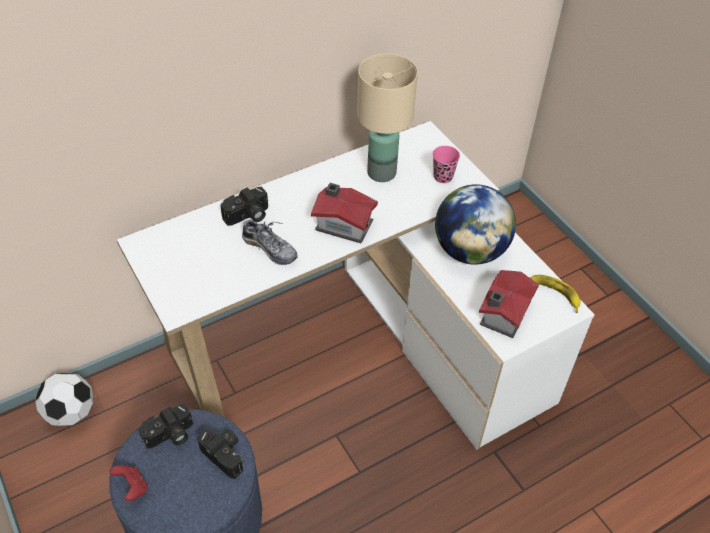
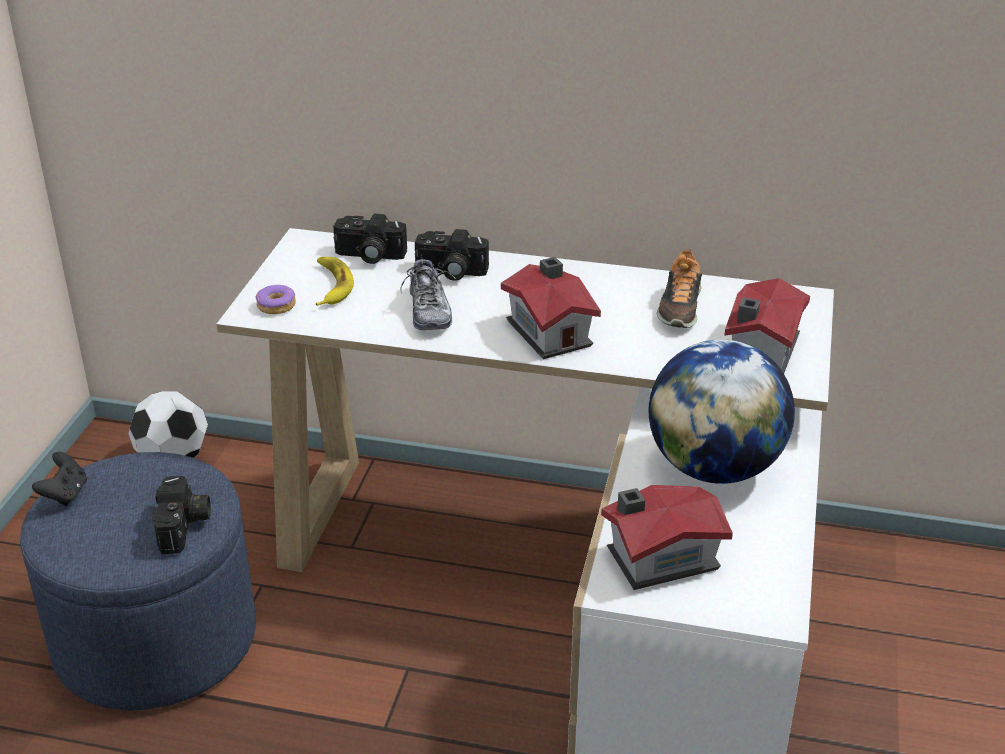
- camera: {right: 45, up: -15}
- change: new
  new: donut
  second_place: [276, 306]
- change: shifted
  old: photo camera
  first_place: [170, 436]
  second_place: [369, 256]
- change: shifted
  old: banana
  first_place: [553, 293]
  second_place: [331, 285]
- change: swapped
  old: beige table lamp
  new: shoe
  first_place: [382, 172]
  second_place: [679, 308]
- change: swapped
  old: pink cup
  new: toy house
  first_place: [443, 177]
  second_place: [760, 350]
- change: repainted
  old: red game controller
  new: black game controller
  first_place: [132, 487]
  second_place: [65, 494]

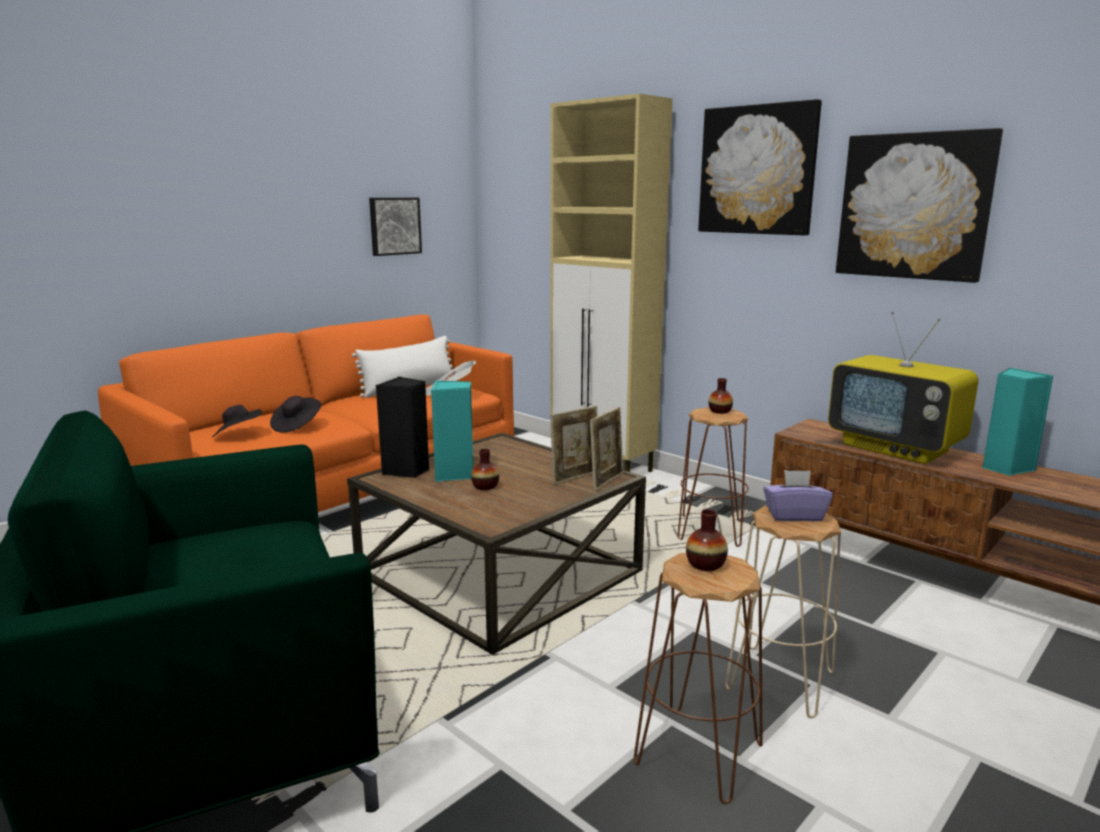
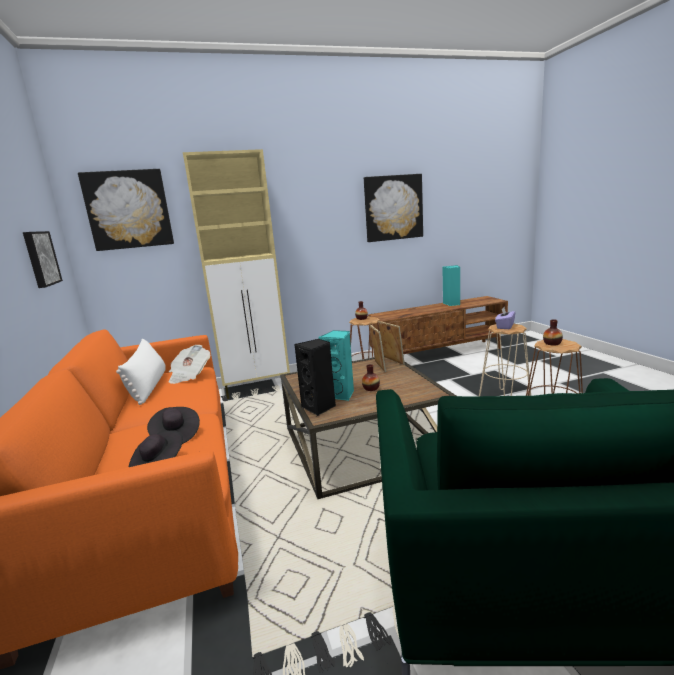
- camera: {right: -60, up: 0}
- change: gone
  old: television
  first_place: [896, 448]
- change: shifted
  old: picture
  first_place: [757, 170]
  second_place: [128, 210]

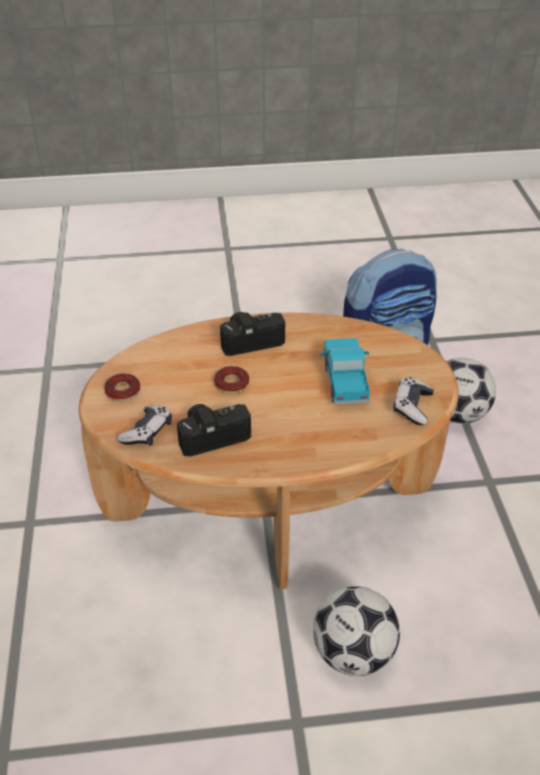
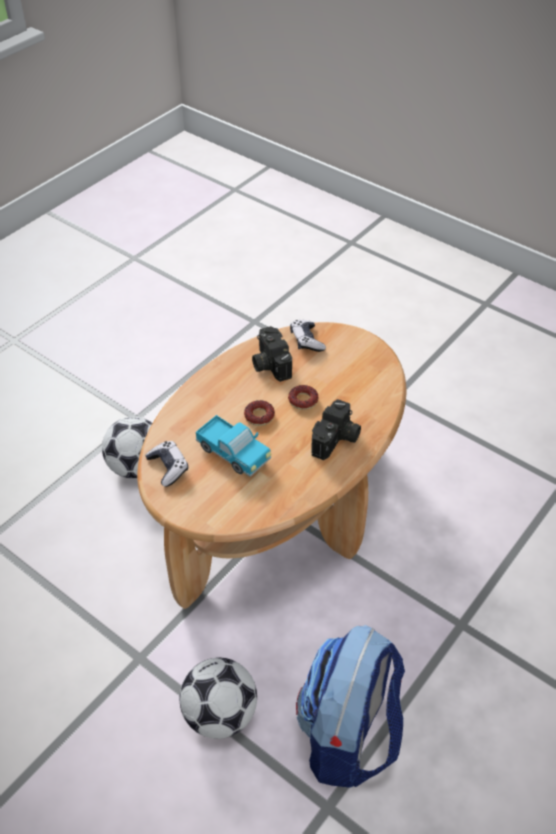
- camera: {right: 135, up: 5}
- change: shifted
  old: donut
  first_place: [123, 391]
  second_place: [259, 416]
- change: rotated
  old: photo camera
  first_place: [212, 435]
  second_place: [269, 363]
  degrees: 135

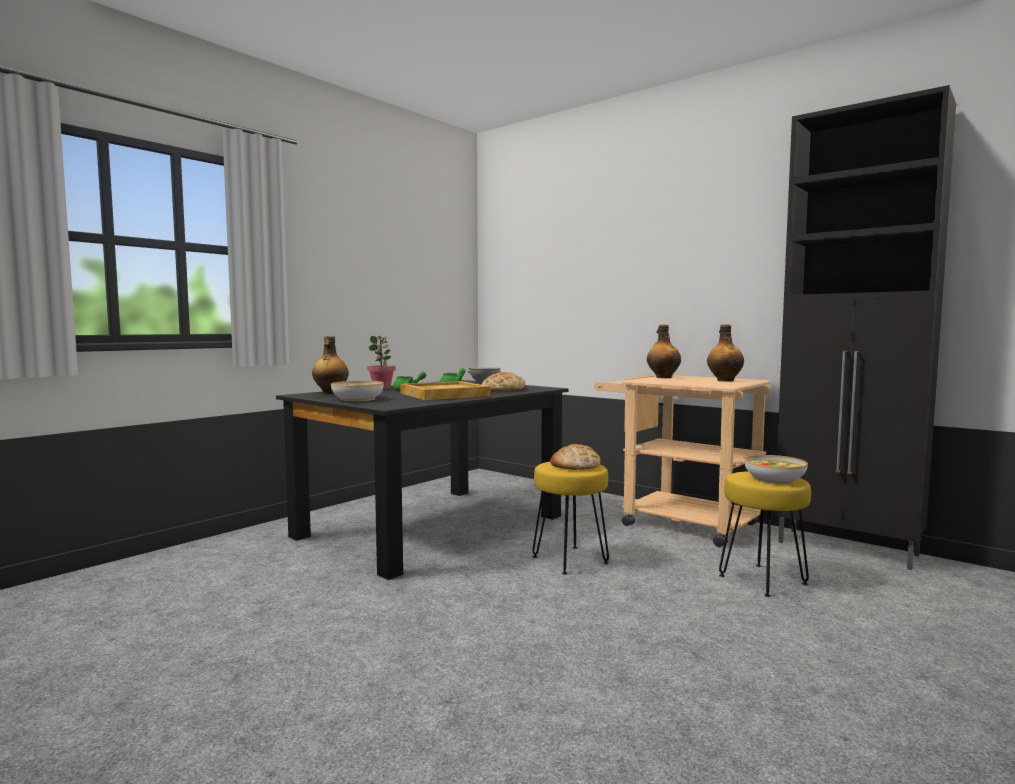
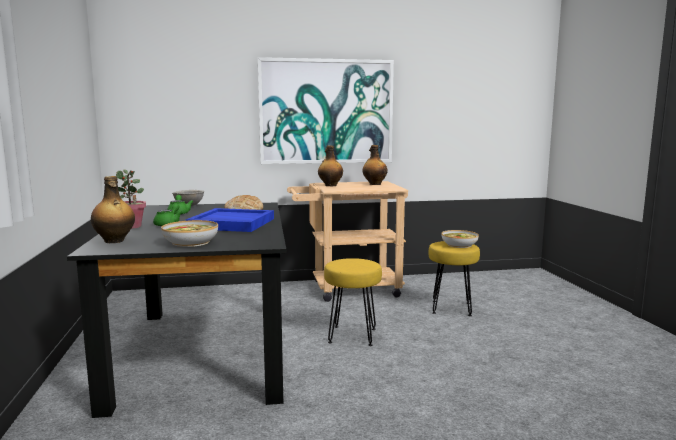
- camera: {right: -50, up: 5}
- change: gone
  old: bread
  first_place: [575, 465]
- change: gone
  old: black cabinet
  first_place: [848, 549]
- change: new
  new: picture
  second_place: [326, 112]
- change: repainted
  old: beige tray
  new: blue tray
  first_place: [443, 394]
  second_place: [231, 223]

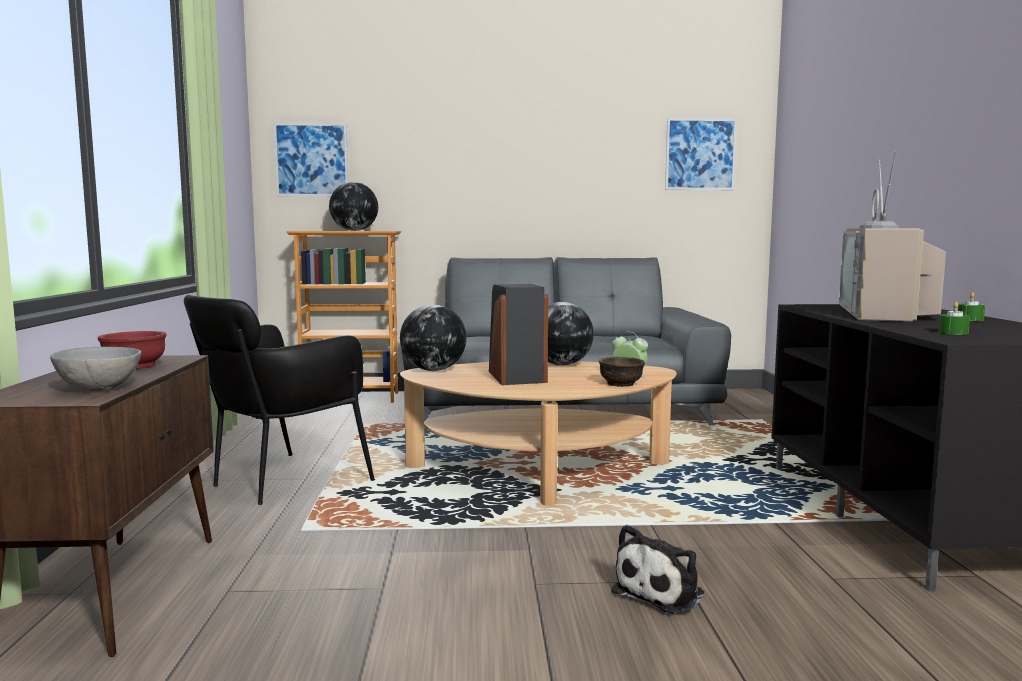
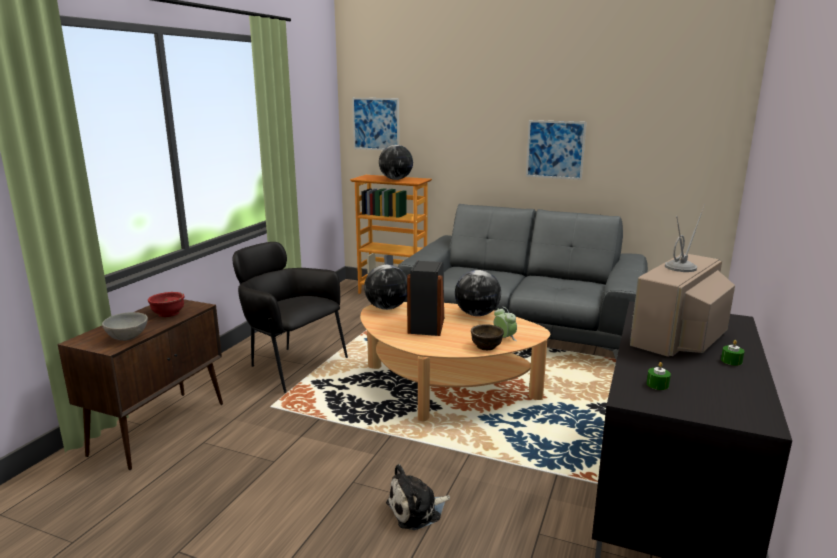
- camera: {right: 25, up: 10}
- change: shifted
  old: picture
  first_place: [700, 154]
  second_place: [555, 149]
- change: rotated
  old: black armchair
  first_place: [280, 482]
  second_place: [290, 364]
  degrees: 60

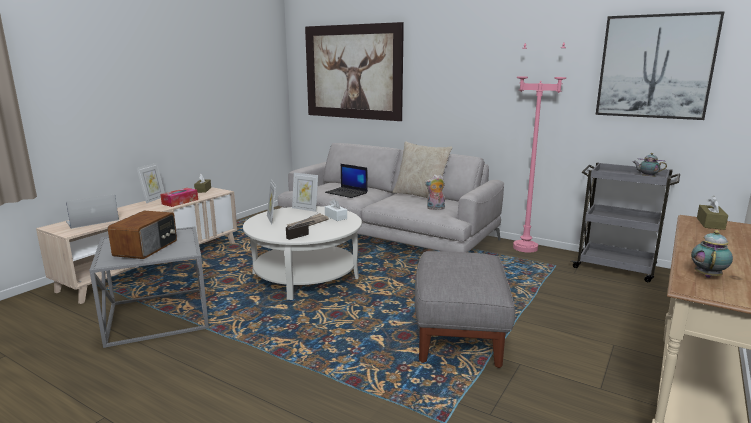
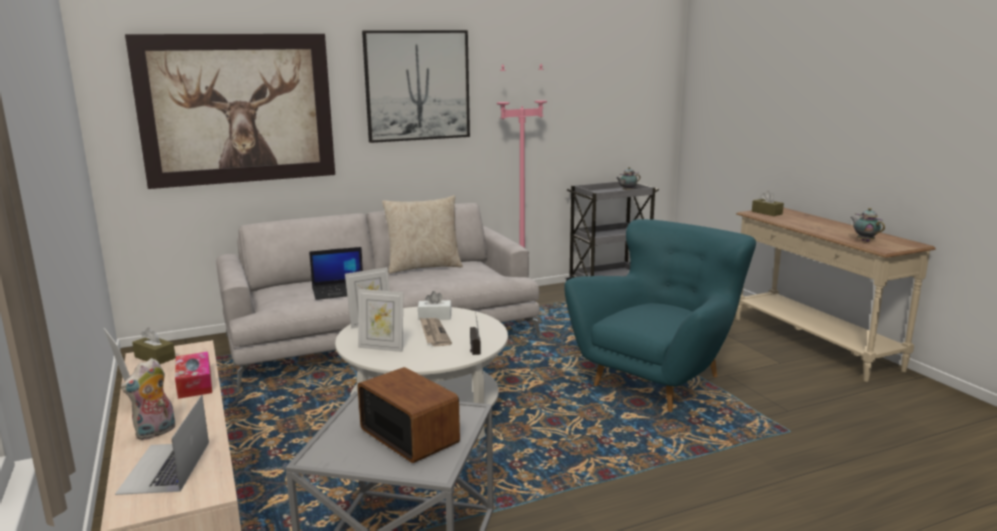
- camera: {right: -55, up: 0}
- change: shifted
  old: plush toy
  first_place: [435, 208]
  second_place: [156, 433]
- change: shifted
  old: picture
  first_place: [655, 67]
  second_place: [417, 85]
- change: swapped
  old: grey ottoman
  new: turquoise armchair
  first_place: [458, 335]
  second_place: [659, 380]

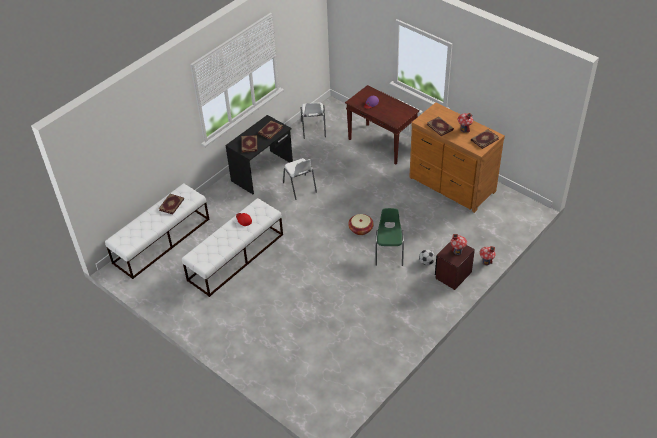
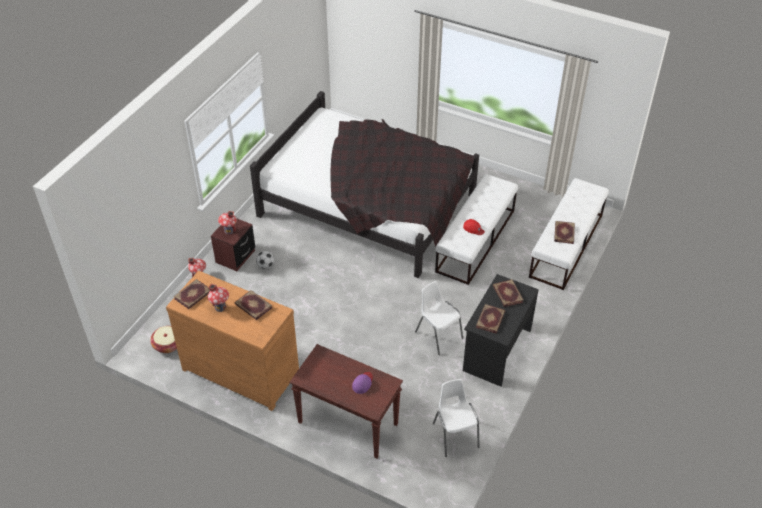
- camera: {right: 165, up: 0}
- change: gone
  old: green chair
  first_place: [389, 253]
- change: new
  new: black bed
  second_place: [369, 204]
- change: shifted
  old: basket
  first_place: [360, 229]
  second_place: [168, 345]

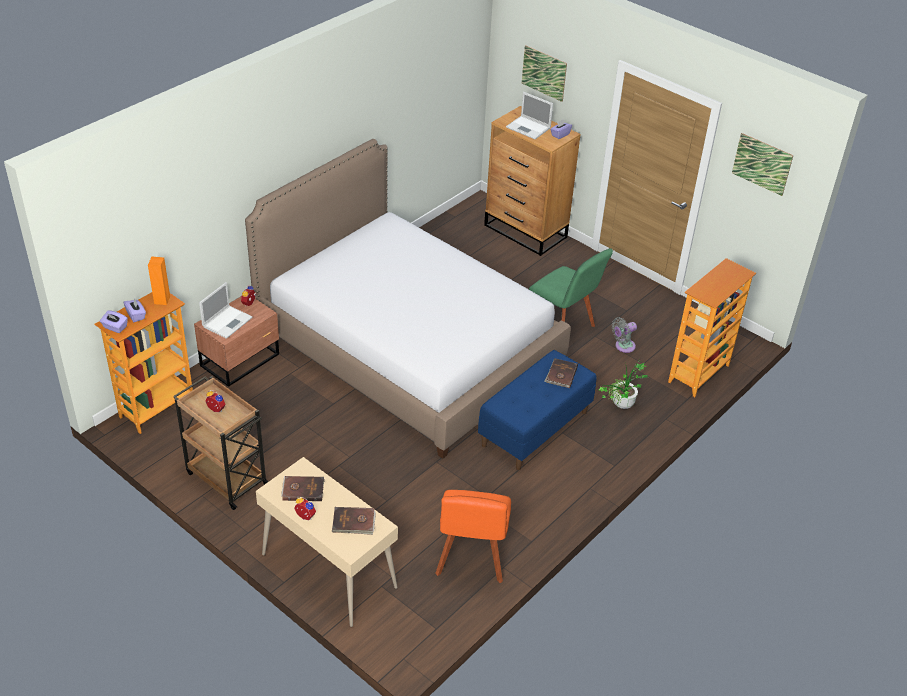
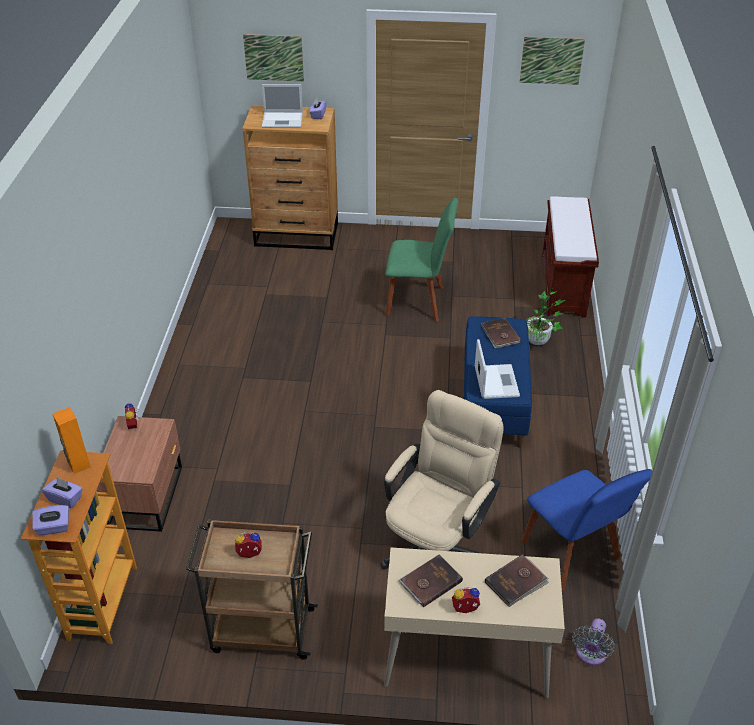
- camera: {right: -35, up: 0}
- change: gone
  old: bed
  first_place: [408, 348]
- change: new
  new: beige office chair
  second_place: [436, 543]
- change: shifted
  old: laptop
  first_place: [228, 321]
  second_place: [496, 381]
- change: shifted
  old: grey fan
  first_place: [623, 346]
  second_place: [590, 654]
- change: swapped
  old: bookcase
  new: brown bench
  first_place: [699, 374]
  second_place: [563, 285]
- change: repainted
  old: orange chair
  new: blue chair
  first_place: [471, 559]
  second_place: [573, 554]

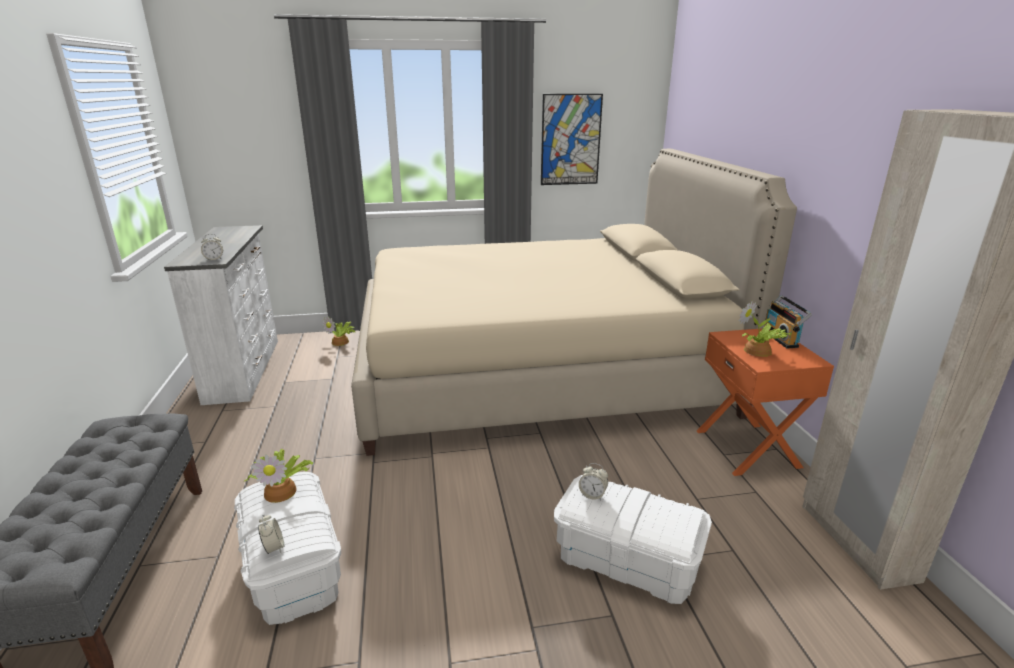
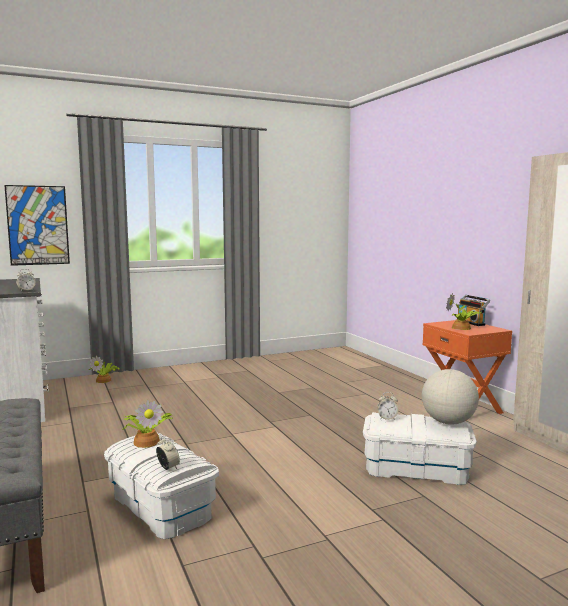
- camera: {right: -15, up: -15}
- change: gone
  old: beige bed
  first_place: [537, 371]
- change: new
  new: globe
  second_place: [448, 422]
- change: shifted
  old: picture
  first_place: [570, 140]
  second_place: [38, 225]

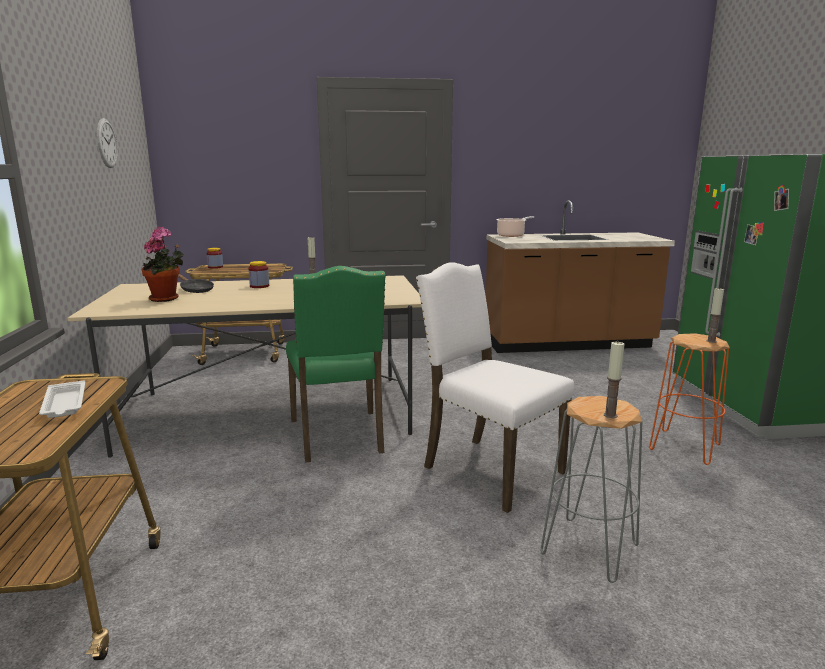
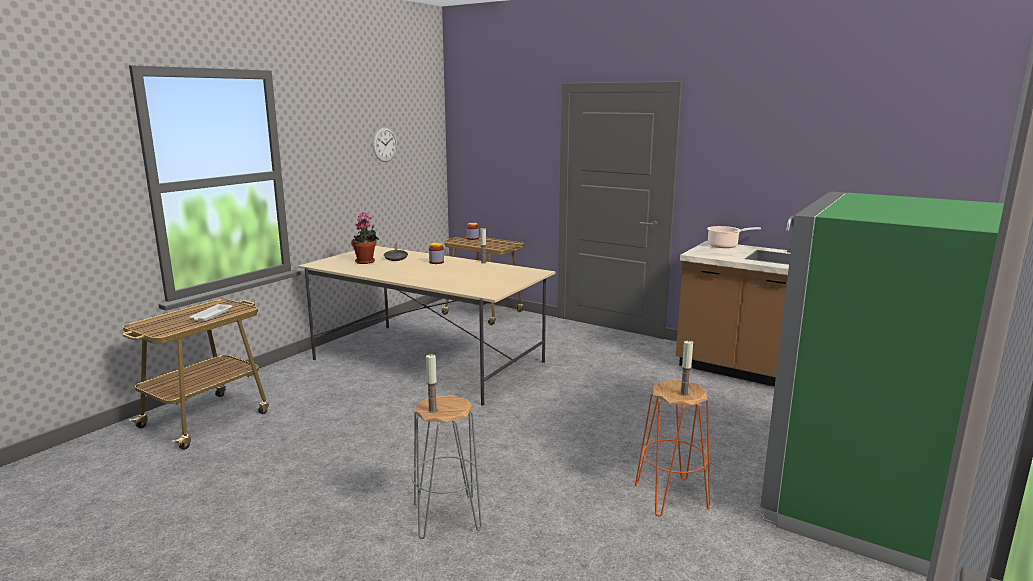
- camera: {right: 40, up: 0}
- change: gone
  old: green chair
  first_place: [338, 436]
- change: gone
  old: white chair
  first_place: [489, 469]

